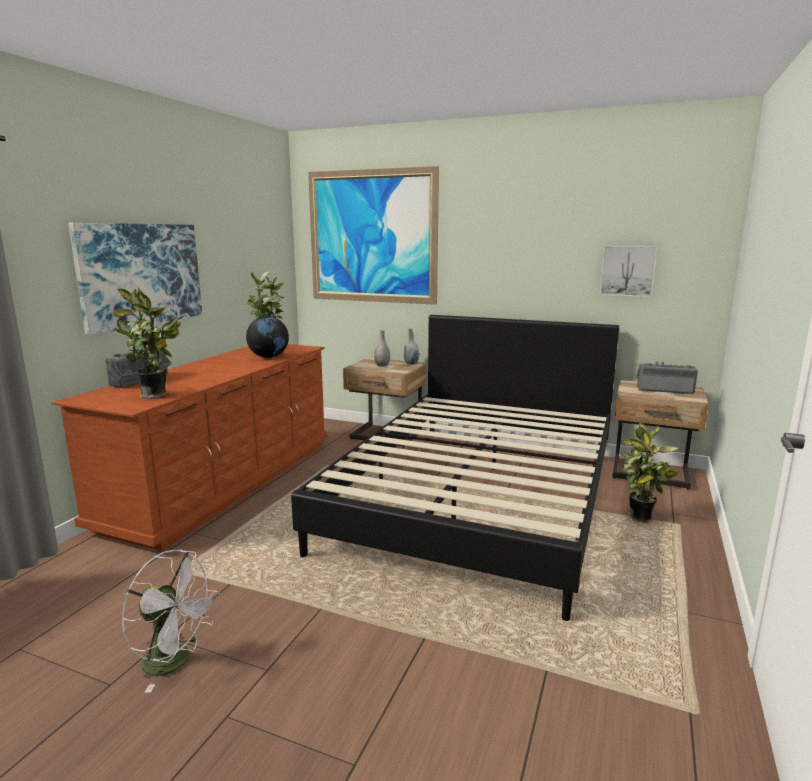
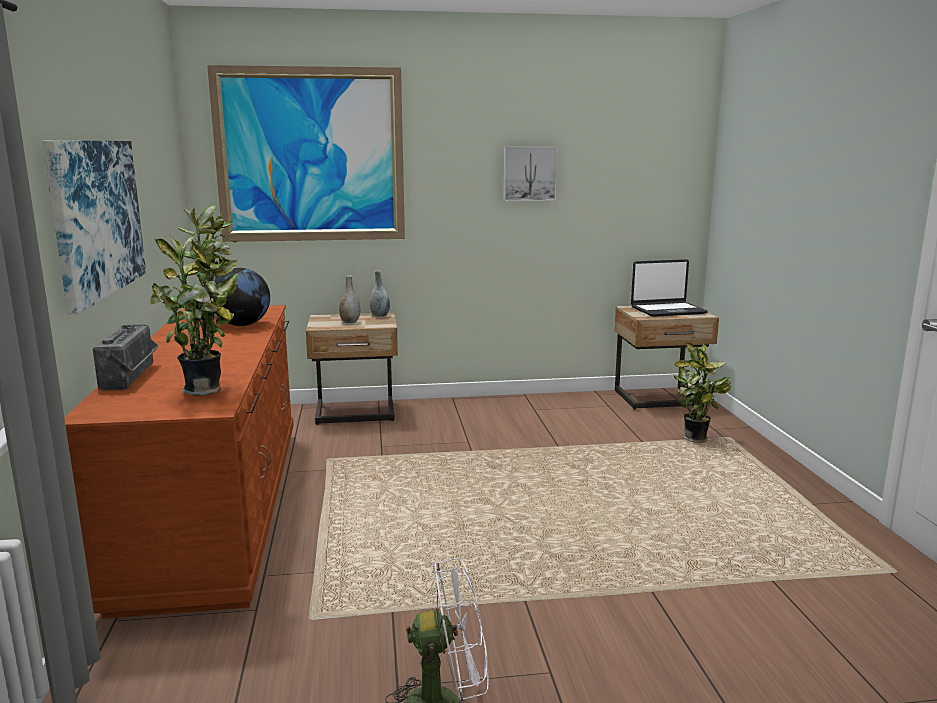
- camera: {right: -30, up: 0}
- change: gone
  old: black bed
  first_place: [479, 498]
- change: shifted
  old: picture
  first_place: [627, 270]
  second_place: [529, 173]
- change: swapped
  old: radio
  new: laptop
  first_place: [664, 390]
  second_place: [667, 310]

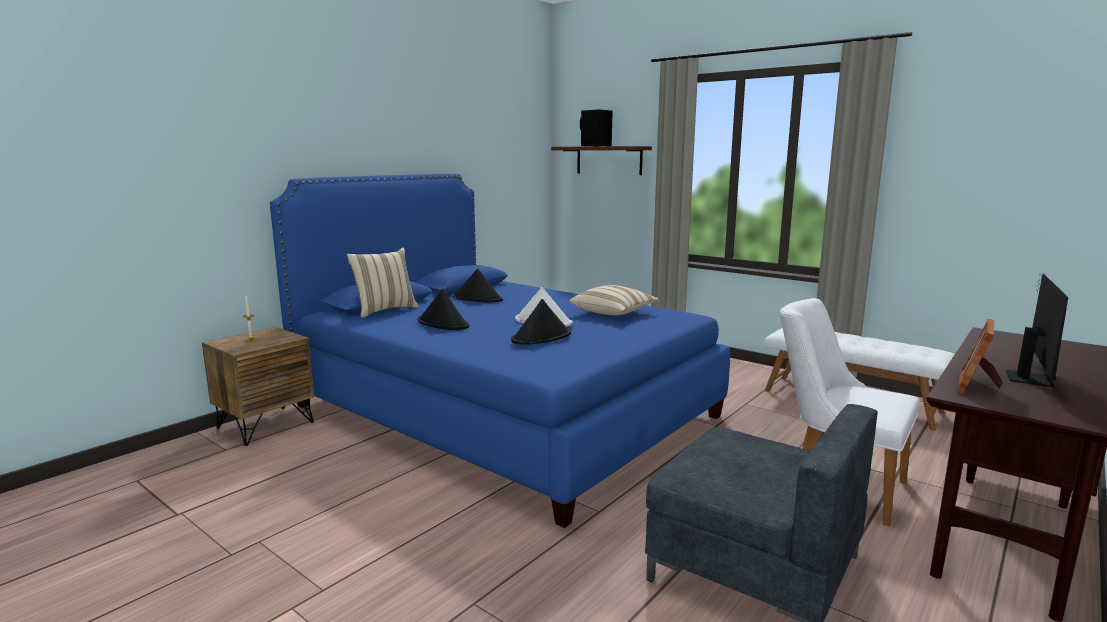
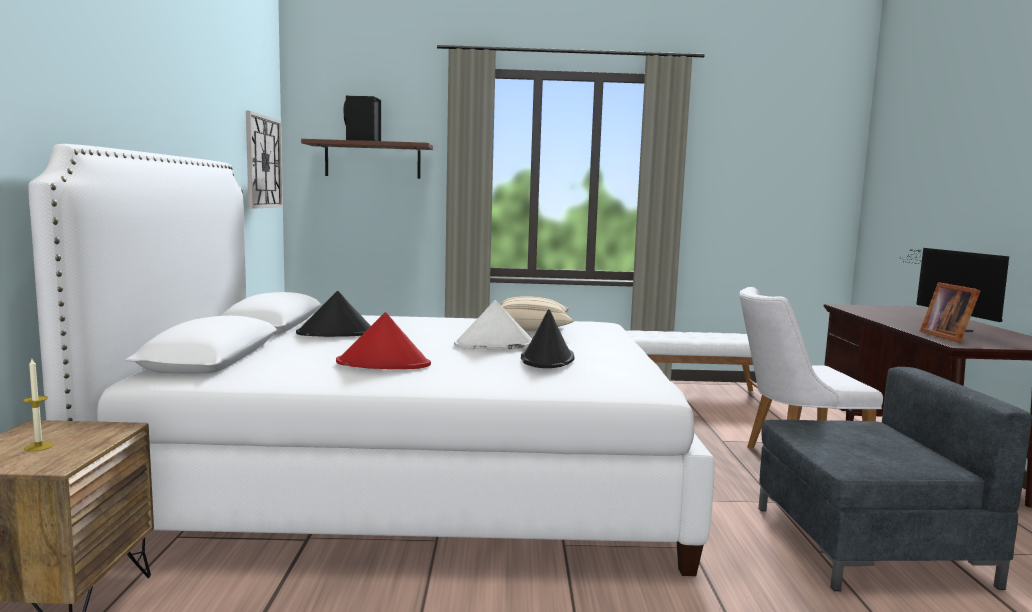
- camera: {right: -40, up: -5}
- change: gone
  old: beige pillow
  first_place: [384, 310]
- change: new
  new: wall clock
  second_place: [263, 162]
- change: repainted
  old: blue bed
  new: white bed
  first_place: [502, 411]
  second_place: [411, 480]
- change: repainted
  old: black hat
  new: red hat
  first_place: [443, 324]
  second_place: [384, 364]

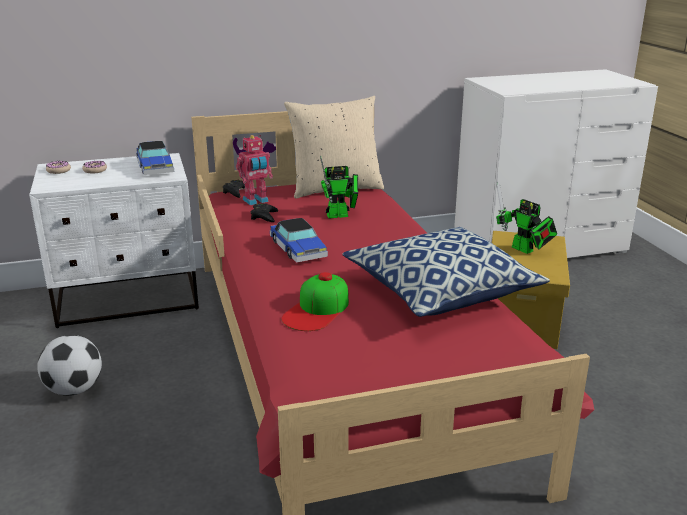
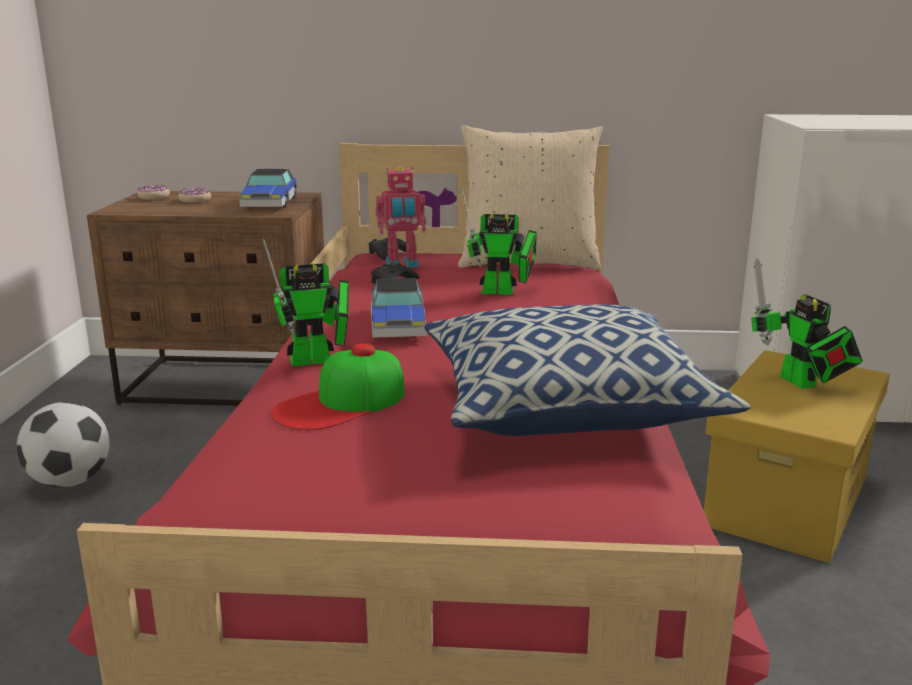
- camera: {right: 20, up: -5}
- change: new
  new: toy robot
  second_place: [318, 360]
- change: repainted
  old: white nightstand
  new: brown nightstand
  first_place: [128, 299]
  second_place: [229, 385]

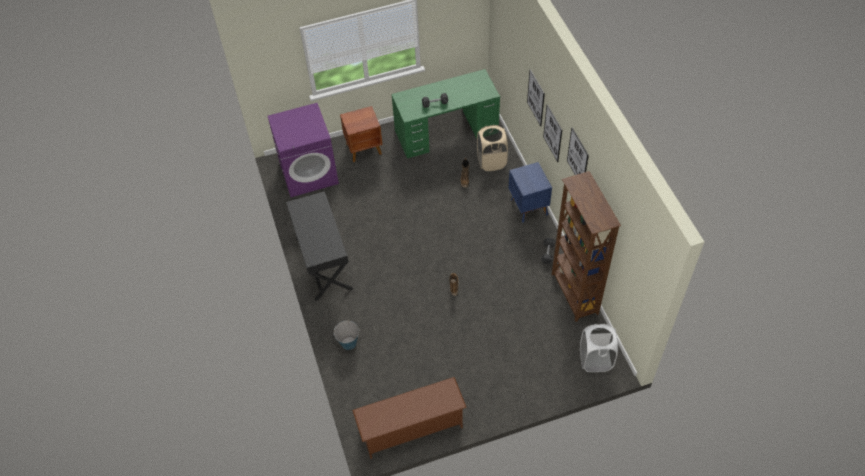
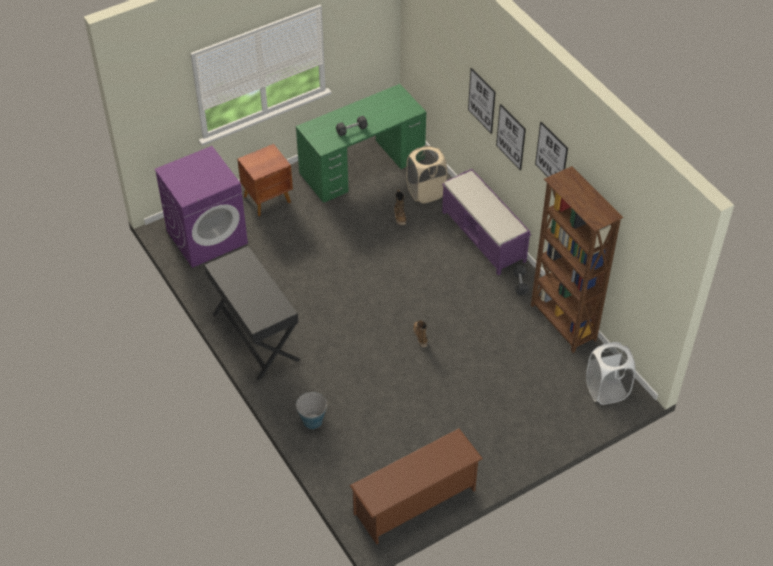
- camera: {right: -15, up: -5}
- change: swapped
  old: blue nightstand
  new: purple bench
  first_place: [528, 208]
  second_place: [484, 237]

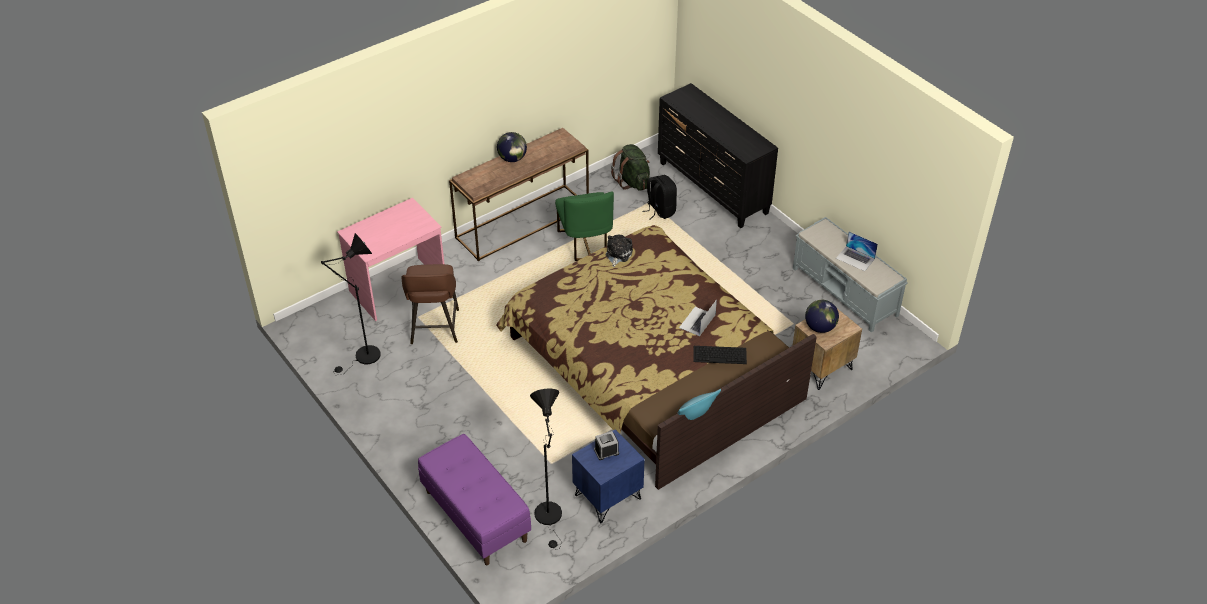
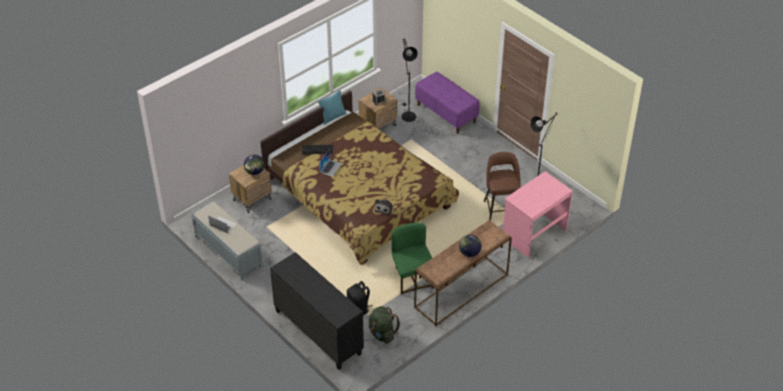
- camera: {right: 175, up: 0}
- change: repainted
  old: blue nightstand
  new: brown nightstand
  first_place: [608, 497]
  second_place: [378, 125]

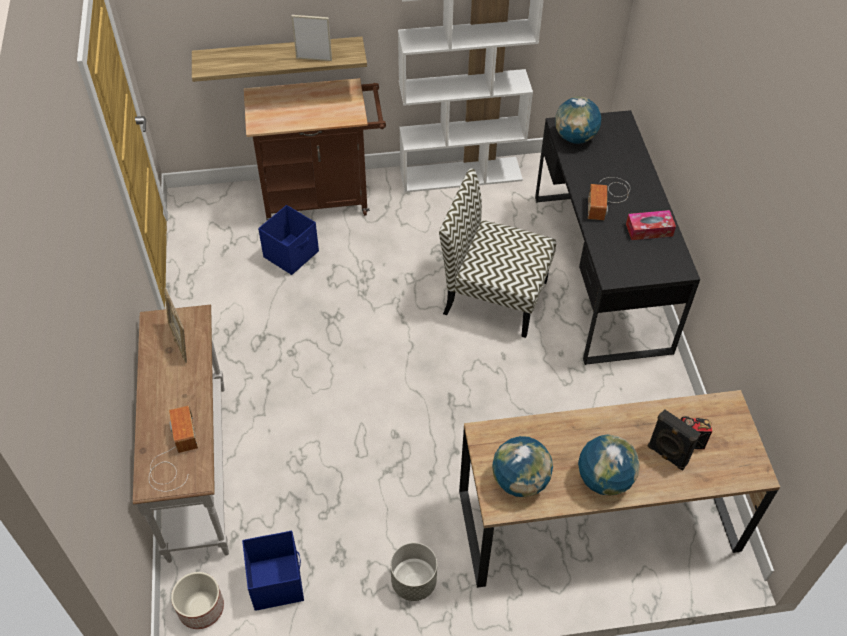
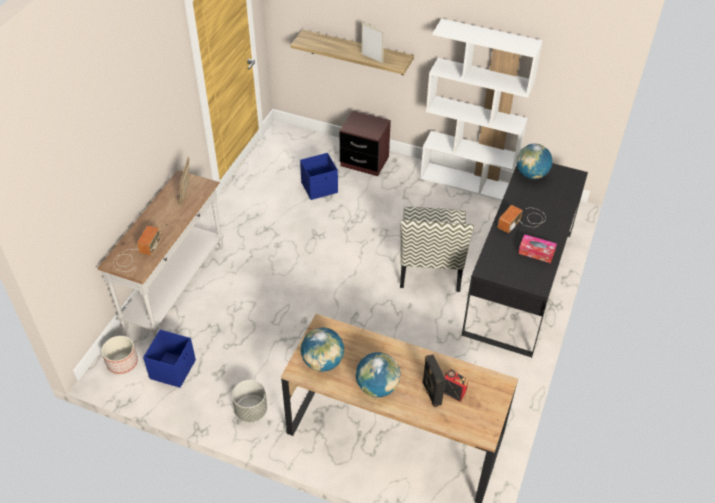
- camera: {right: 30, up: -5}
- change: swapped
  old: brown cart
  new: brown nightstand
  first_place: [323, 197]
  second_place: [364, 162]
- change: rotated
  old: chair
  first_place: [493, 296]
  second_place: [431, 266]
  degrees: -135

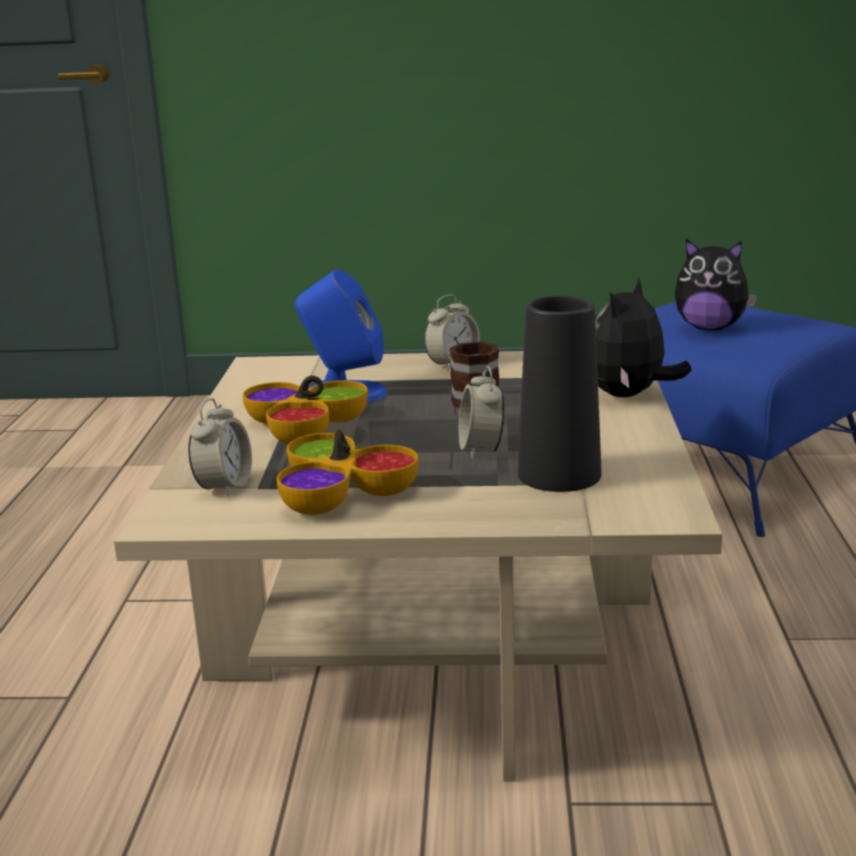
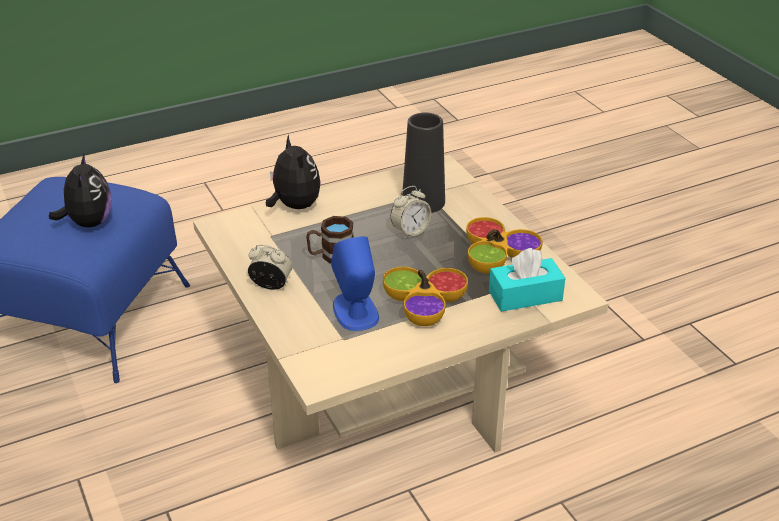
- camera: {right: -120, up: 15}
- change: swapped
  old: alarm clock
  new: turquoise tissue box
  first_place: [224, 487]
  second_place: [525, 296]
- change: rotated
  old: plush toy
  first_place: [629, 396]
  second_place: [294, 206]
  degrees: -120

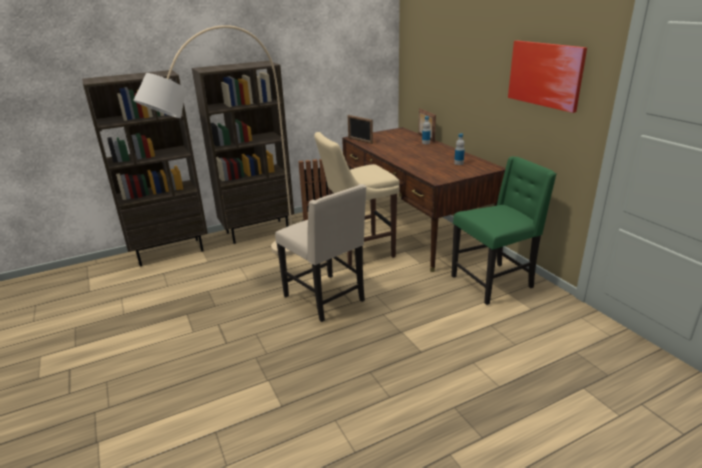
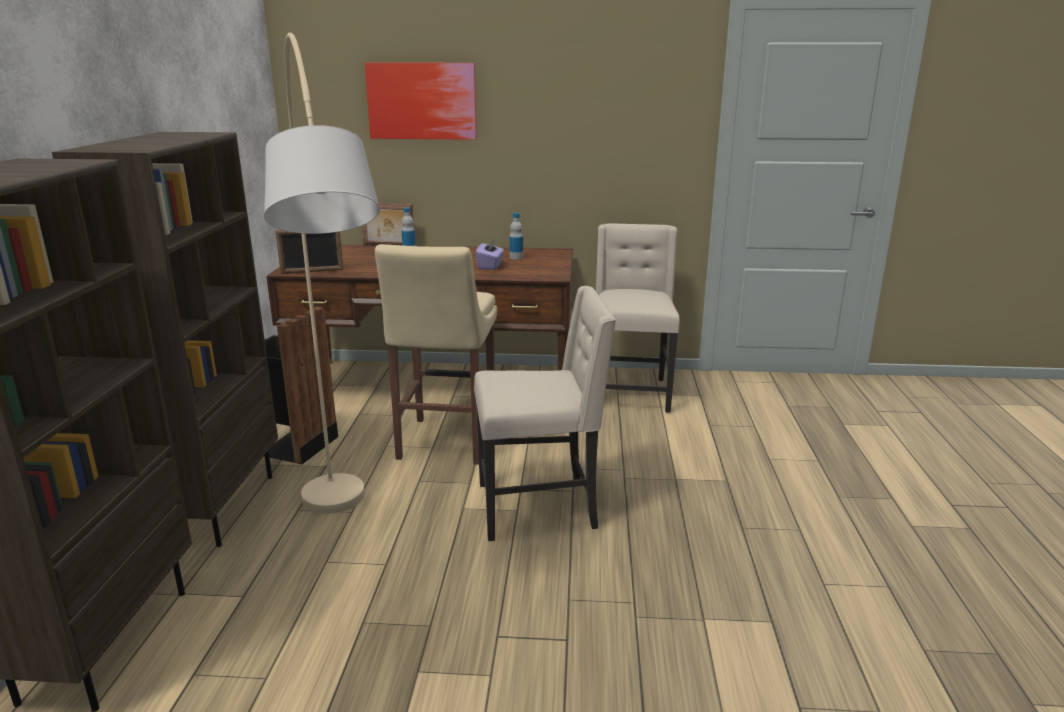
- camera: {right: -60, up: -5}
- change: new
  new: purple tissue box
  second_place: [490, 266]
- change: shifted
  old: picture
  first_place: [545, 74]
  second_place: [422, 101]
- change: repainted
  old: green chair
  new: beige chair
  first_place: [493, 282]
  second_place: [629, 393]

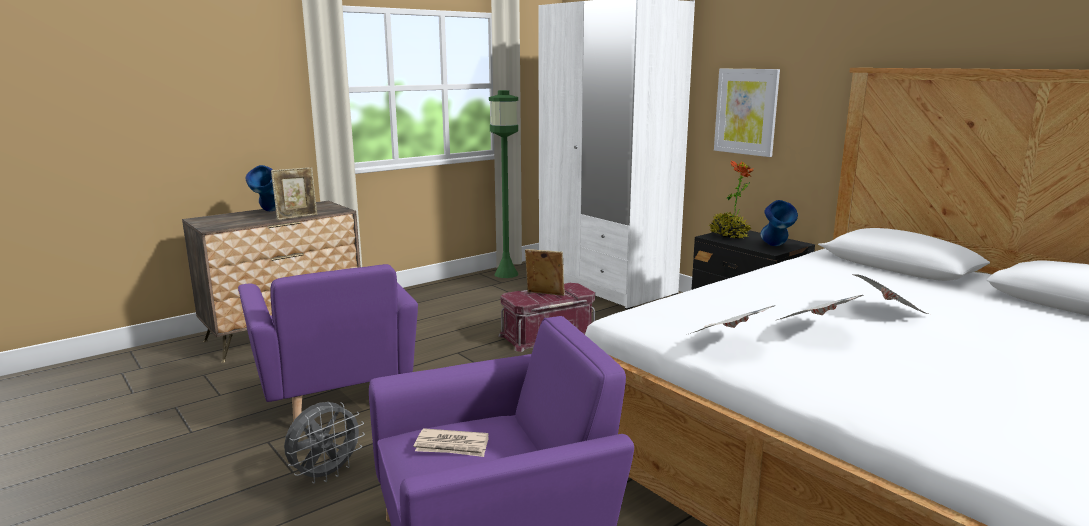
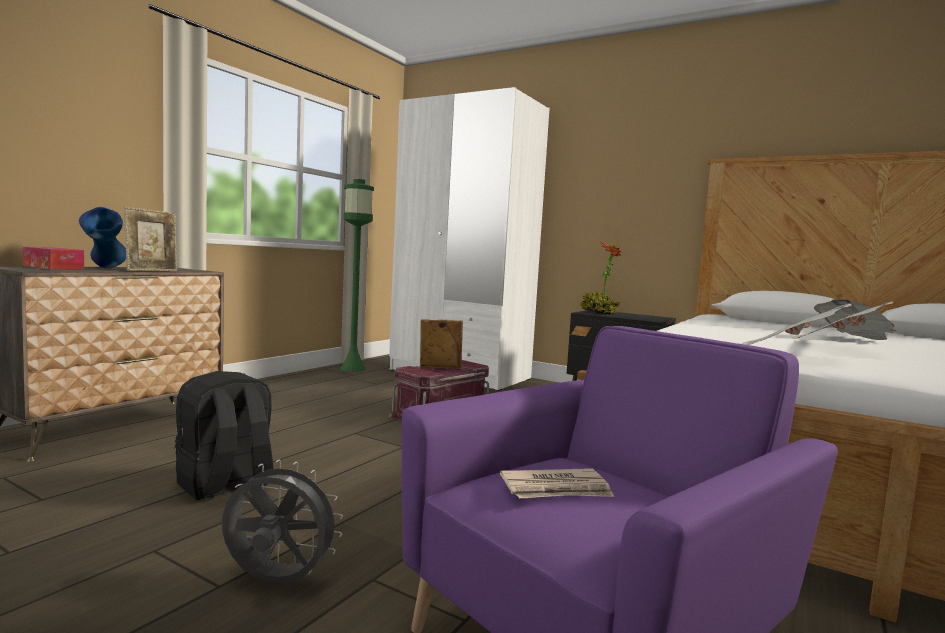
- camera: {right: -20, up: -10}
- change: gone
  old: picture
  first_place: [746, 111]
- change: gone
  old: blue vase
  first_place: [776, 247]
- change: new
  new: tissue box
  second_place: [53, 267]
- change: swapped
  old: purple armchair
  new: black backpack
  first_place: [334, 395]
  second_place: [225, 485]
- change: rotated
  old: grey fan
  first_place: [326, 474]
  second_place: [276, 582]
  degrees: -105

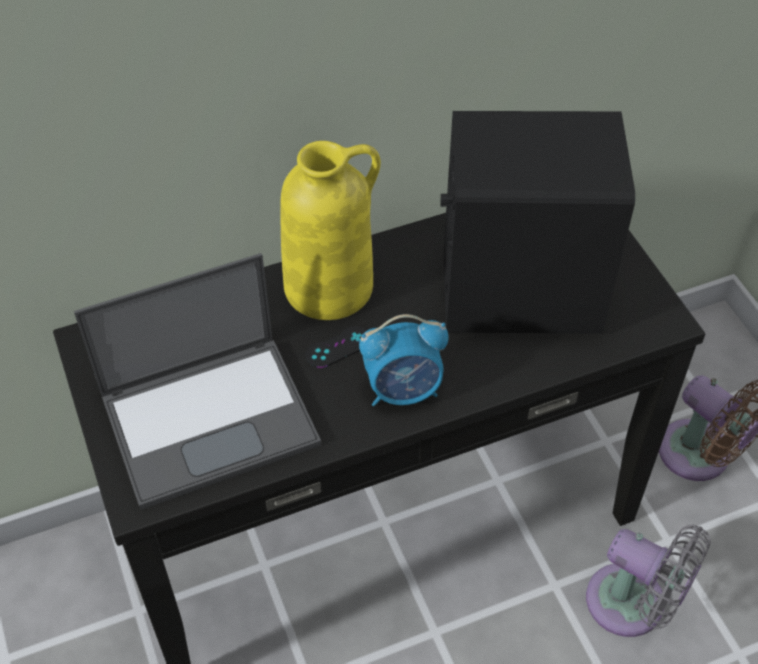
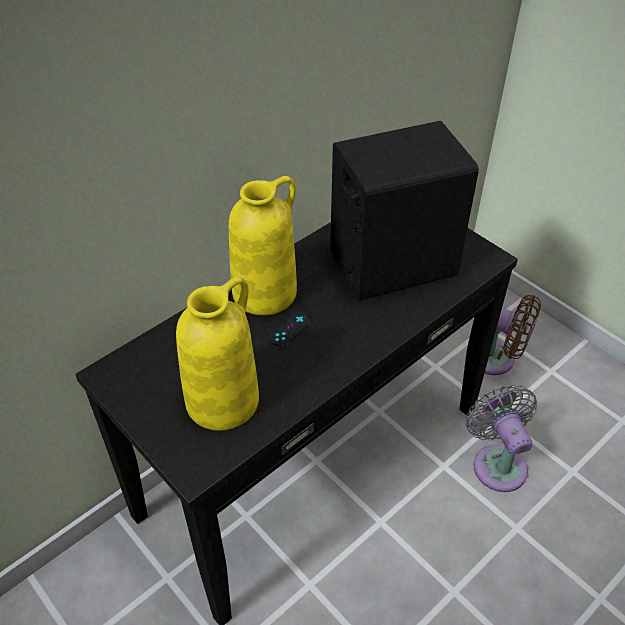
- camera: {right: -20, up: -5}
- change: gone
  old: alarm clock
  first_place: [404, 390]
- change: swapped
  old: laptop
  new: yellow vase
  first_place: [211, 418]
  second_place: [223, 400]
- change: rotated
  old: grey fan
  first_place: [633, 605]
  second_place: [497, 462]
  degrees: -120

